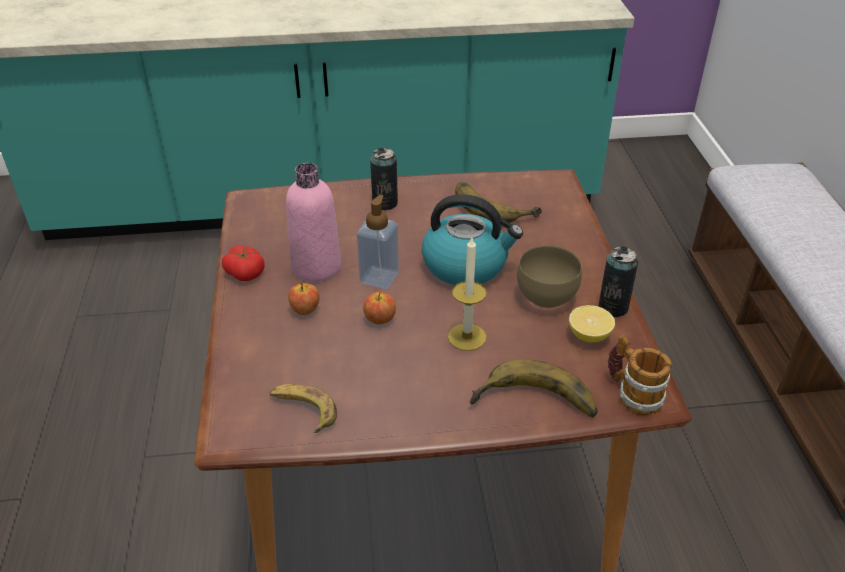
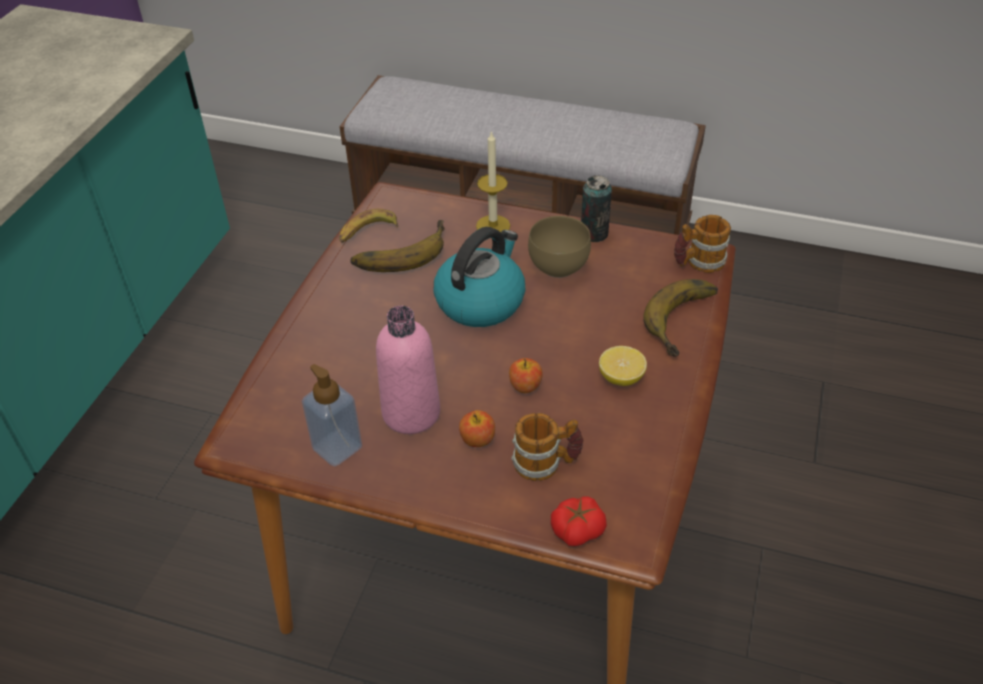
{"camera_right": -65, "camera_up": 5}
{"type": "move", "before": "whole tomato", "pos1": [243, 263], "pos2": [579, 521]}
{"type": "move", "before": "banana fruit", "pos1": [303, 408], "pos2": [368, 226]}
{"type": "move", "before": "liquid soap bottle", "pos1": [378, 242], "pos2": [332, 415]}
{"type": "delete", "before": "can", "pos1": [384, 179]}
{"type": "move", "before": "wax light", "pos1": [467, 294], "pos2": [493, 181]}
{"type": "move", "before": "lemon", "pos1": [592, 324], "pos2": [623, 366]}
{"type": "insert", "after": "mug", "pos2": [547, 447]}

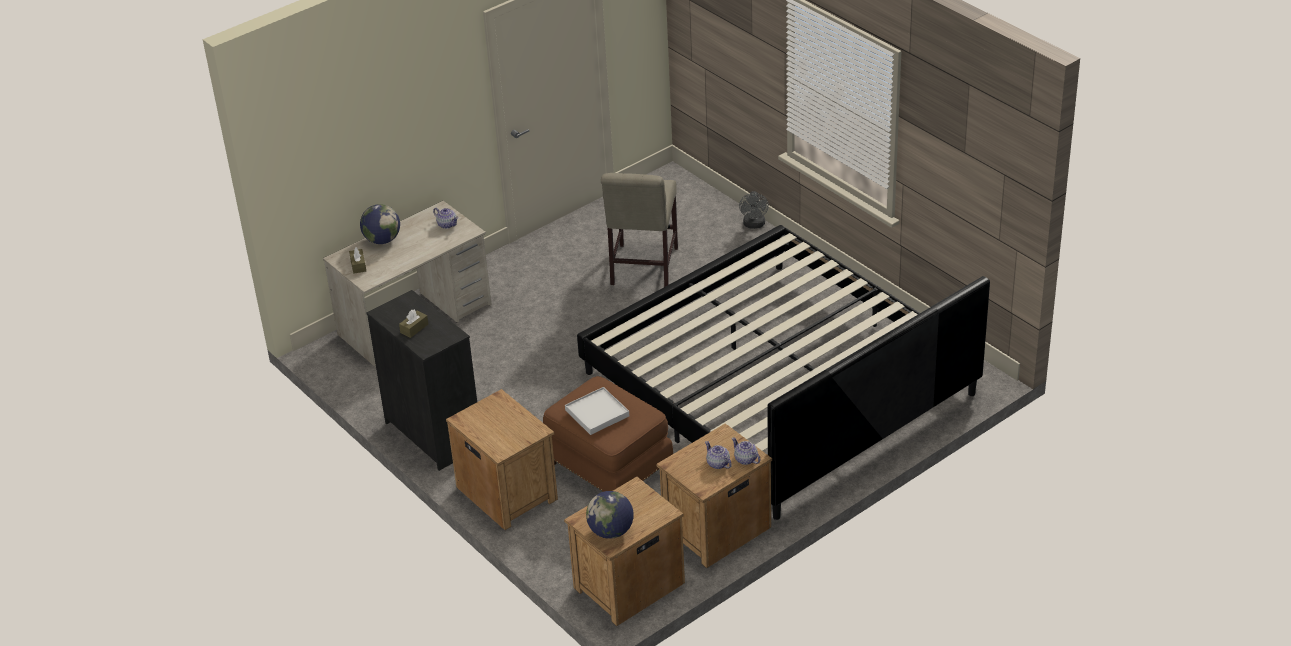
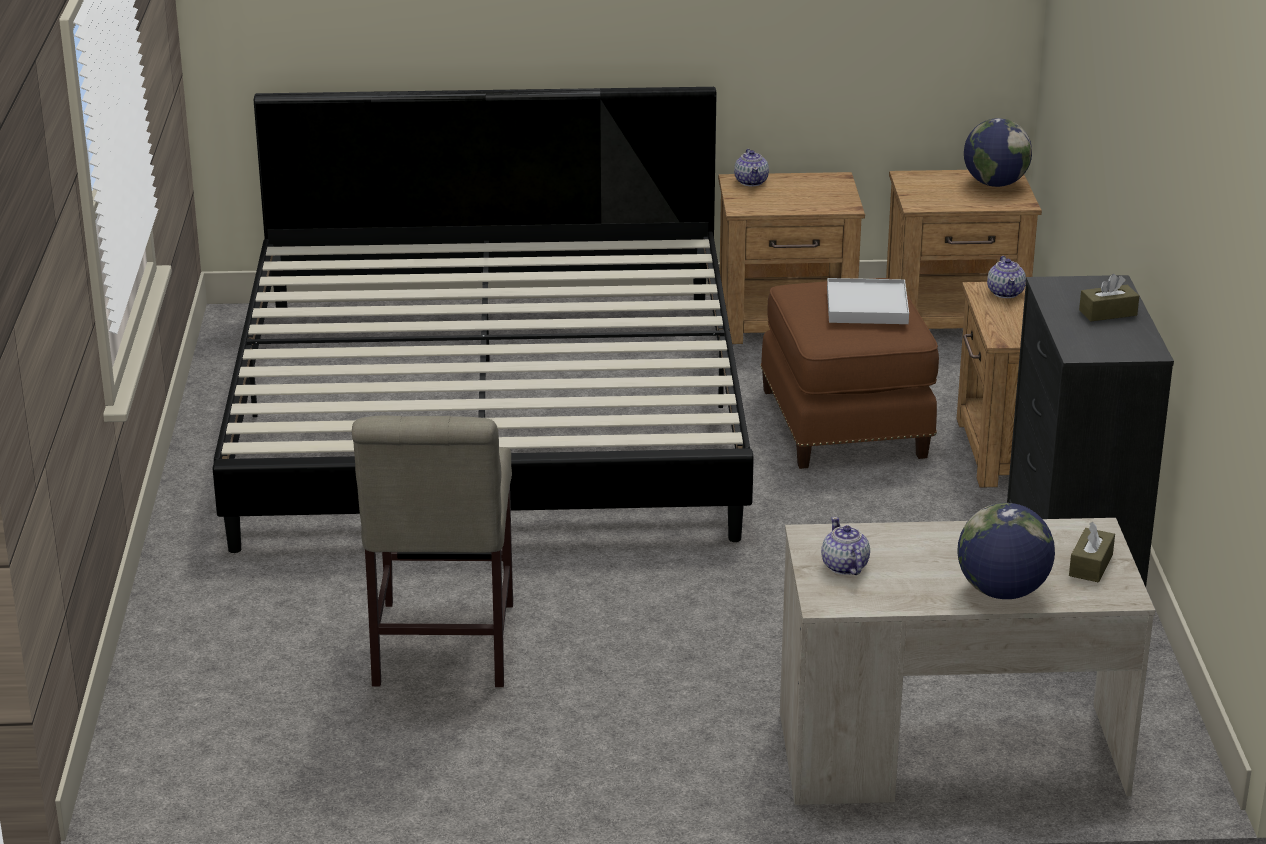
{"camera_right": -145, "camera_up": -10}
{"type": "rotate", "before": "plain chair (beige)", "pos1": [639, 230], "pos2": [432, 551], "turn": 135}
{"type": "move", "before": "teapot", "pos1": [718, 455], "pos2": [1006, 277]}
{"type": "delete", "before": "electric fan (gray)", "pos1": [754, 210]}

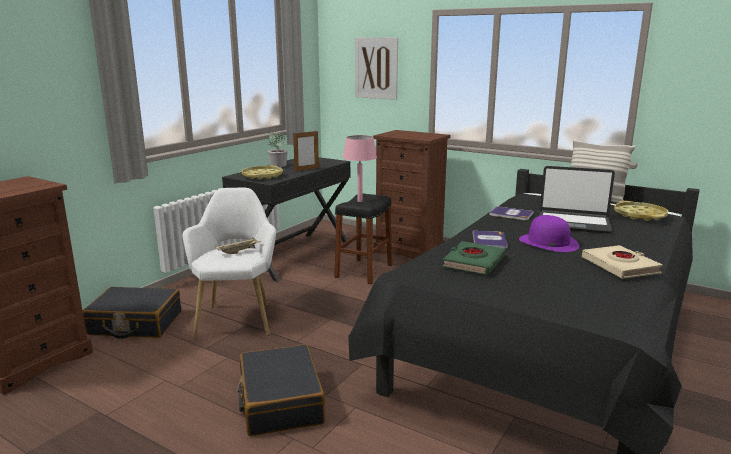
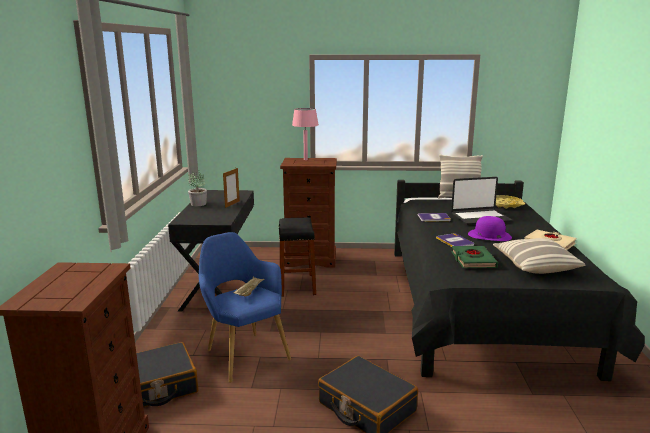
{"camera_right": -30, "camera_up": 0}
{"type": "recolor", "before": "armchair (whitish)", "after": "armchair (bluish)", "pos1": [229, 263], "pos2": [245, 307]}
{"type": "delete", "before": "carrying tray (yellowish)", "pos1": [262, 172]}
{"type": "move", "before": "table lamp (pinkish)", "pos1": [360, 168], "pos2": [305, 134]}
{"type": "delete", "before": "wall art", "pos1": [376, 68]}
{"type": "insert", "after": "throw pillow", "pos2": [539, 256]}

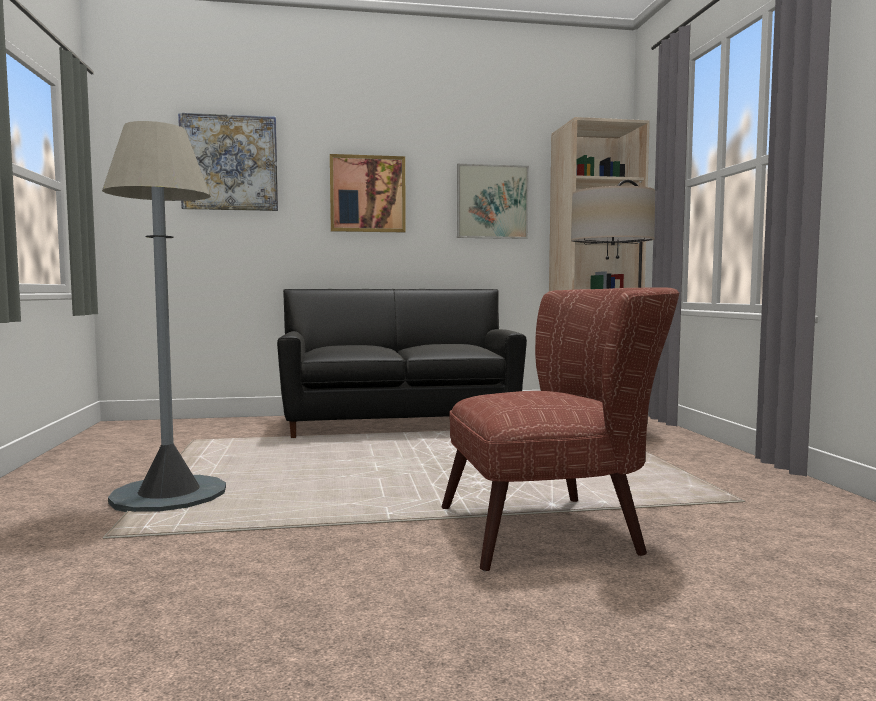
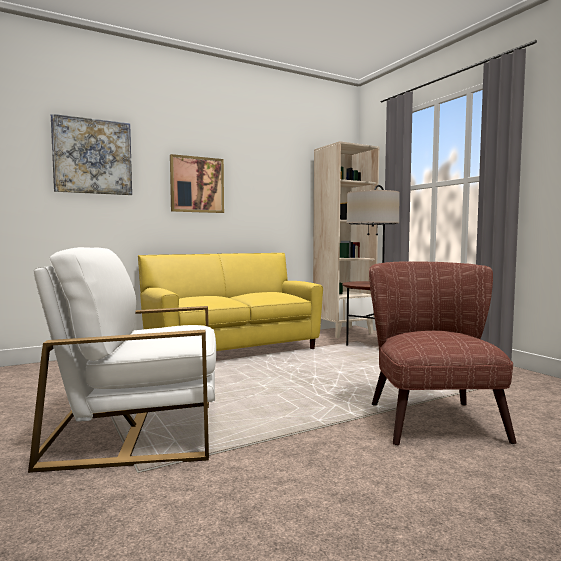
{"camera_right": -20, "camera_up": 0}
{"type": "replace", "before": "standing lamp (gray)", "after": "armchair (whitish)", "pos1": [164, 316], "pos2": [122, 360]}
{"type": "recolor", "before": "couch (black)", "after": "couch (yellowish)", "pos1": [402, 363], "pos2": [230, 302]}
{"type": "rotate", "before": "armchair (brownish)", "pos1": [561, 429], "pos2": [442, 353], "turn": -60}
{"type": "delete", "before": "wall art", "pos1": [493, 201]}

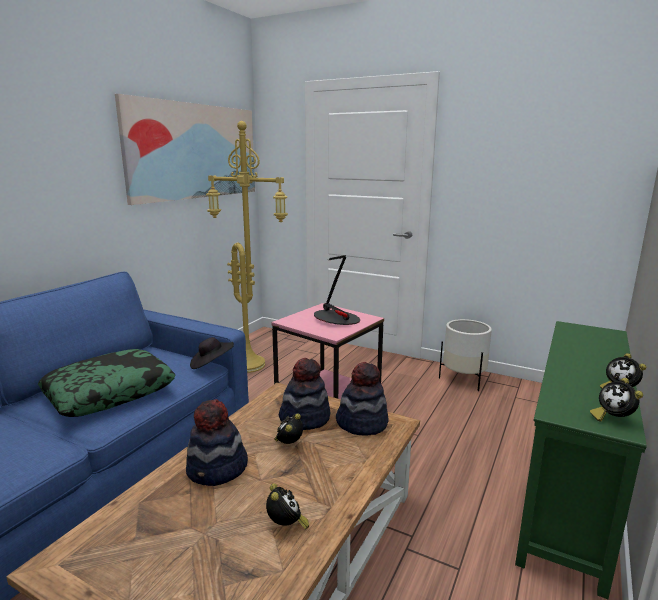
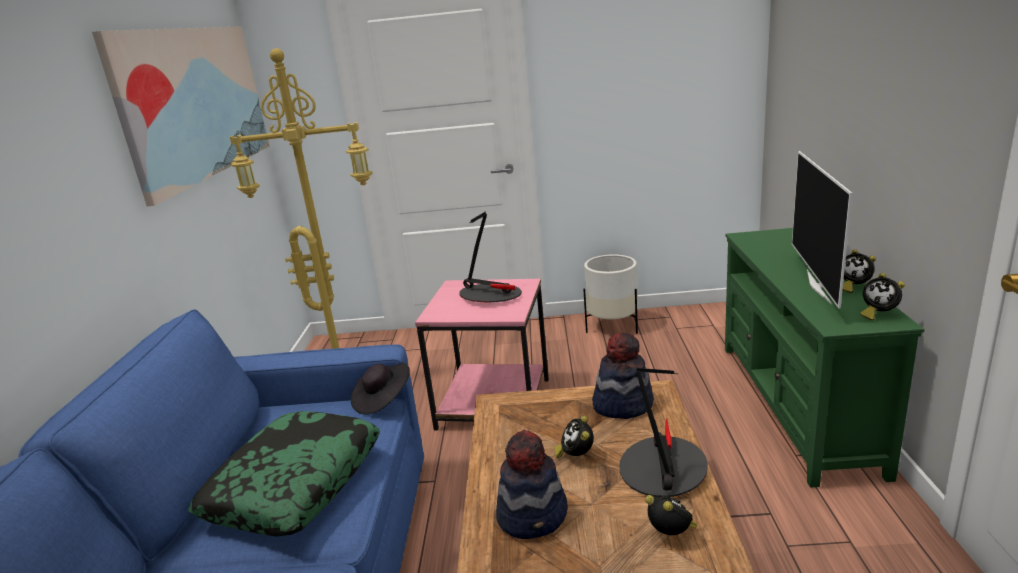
{"camera_right": -25, "camera_up": 5}
{"type": "delete", "before": "clothing hat", "pos1": [304, 394]}
{"type": "insert", "after": "table lamp", "pos2": [663, 432]}
{"type": "insert", "after": "television", "pos2": [822, 229]}

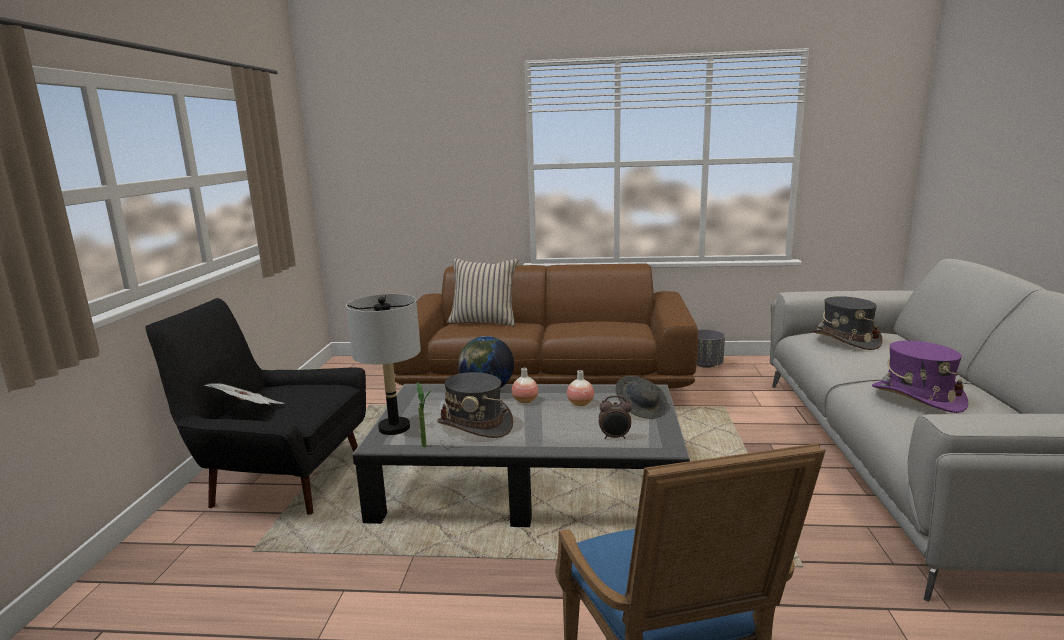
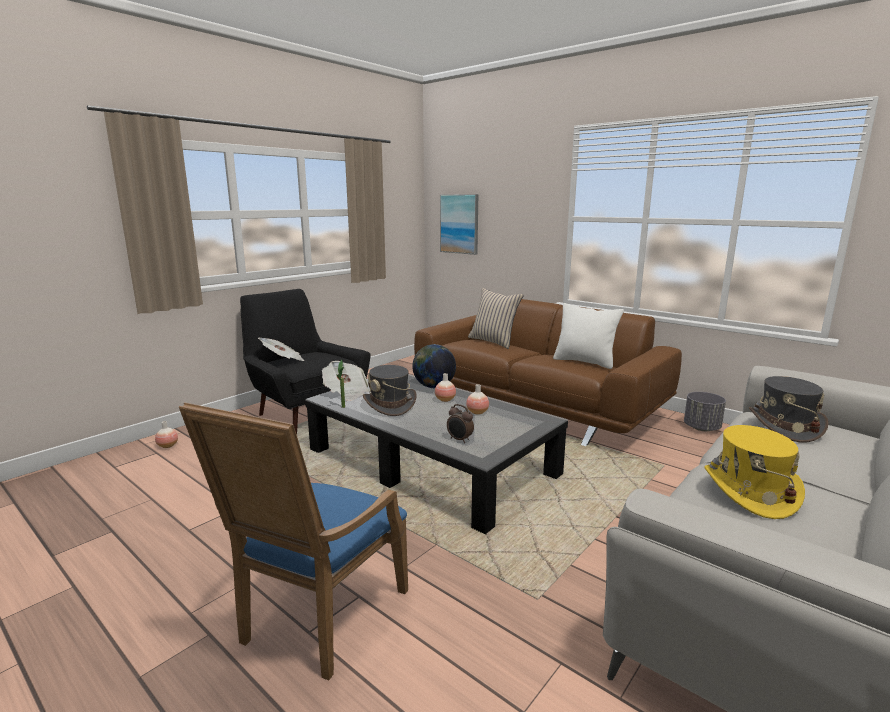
{"camera_right": 35, "camera_up": 0}
{"type": "replace", "before": "table lamp (gray)", "after": "printed paper", "pos1": [383, 364], "pos2": [346, 381]}
{"type": "delete", "before": "clothing hat (gray)", "pos1": [642, 397]}
{"type": "recolor", "before": "clothing hat (purplish)", "after": "clothing hat (yellowish)", "pos1": [920, 377], "pos2": [754, 472]}
{"type": "insert", "after": "flower vase", "pos2": [166, 434]}
{"type": "insert", "after": "wall art", "pos2": [459, 224]}
{"type": "insert", "after": "throw pillow (whitish)", "pos2": [588, 336]}

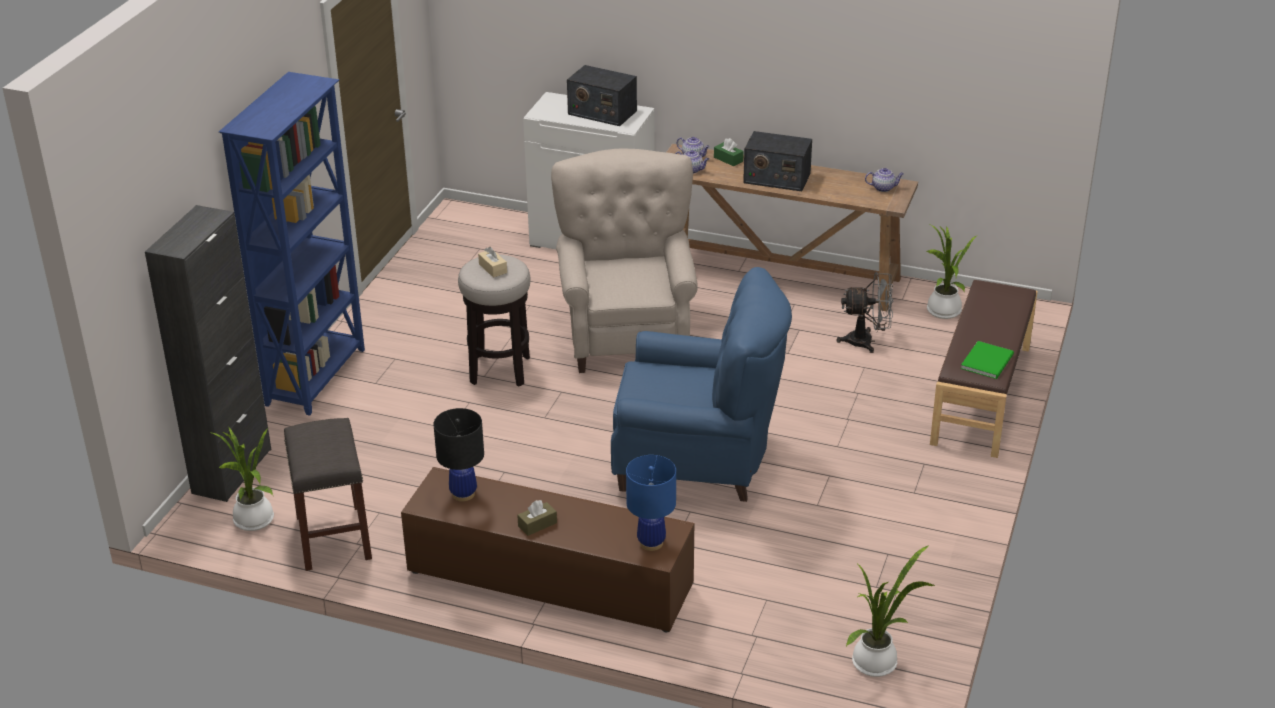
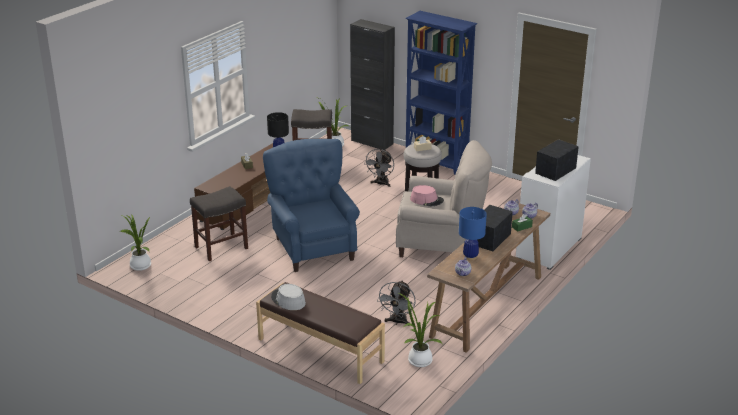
{"camera_right": 105, "camera_up": -5}
{"type": "rotate", "before": "armchair (bluish)", "pos1": [701, 384], "pos2": [311, 205], "turn": 135}
{"type": "move", "before": "table lamp (bluish)", "pos1": [651, 503], "pos2": [473, 233]}
{"type": "replace", "before": "bound book (greenish)", "after": "clothing hat (gray)", "pos1": [987, 360], "pos2": [288, 297]}
{"type": "insert", "after": "stool seat (gray)", "pos2": [219, 223]}
{"type": "insert", "after": "electric fan (gray)", "pos2": [379, 168]}
{"type": "insert", "after": "clothing hat (pinkish)", "pos2": [427, 195]}

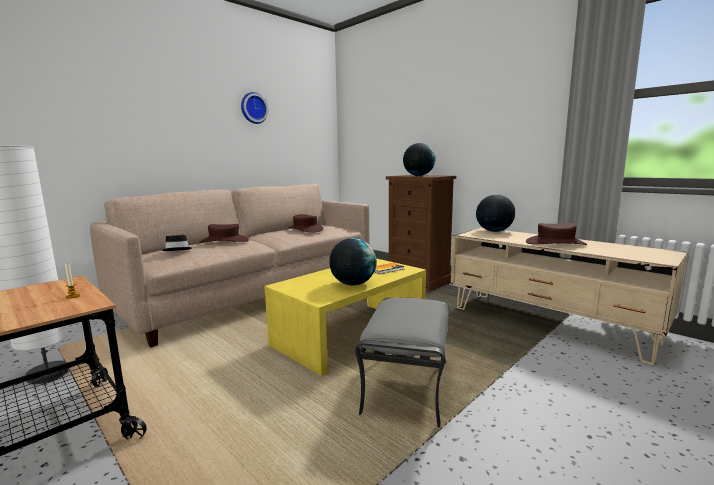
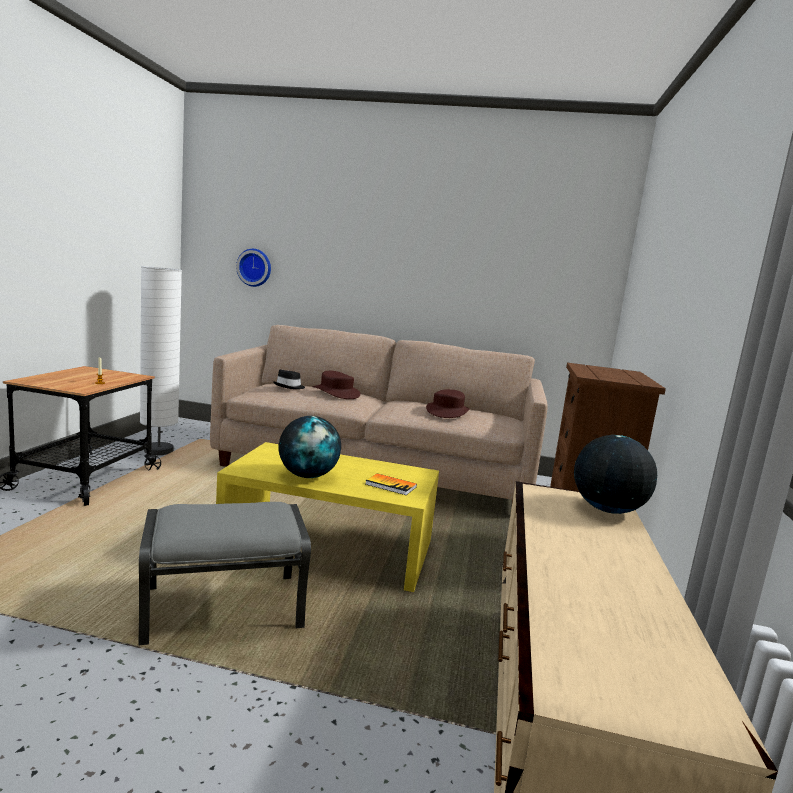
{"camera_right": 55, "camera_up": 0}
{"type": "move", "before": "clock on the wall", "pos1": [254, 108], "pos2": [253, 268]}
{"type": "delete", "before": "world globe", "pos1": [419, 159]}
{"type": "delete", "before": "clothing hat (brownish)", "pos1": [556, 234]}

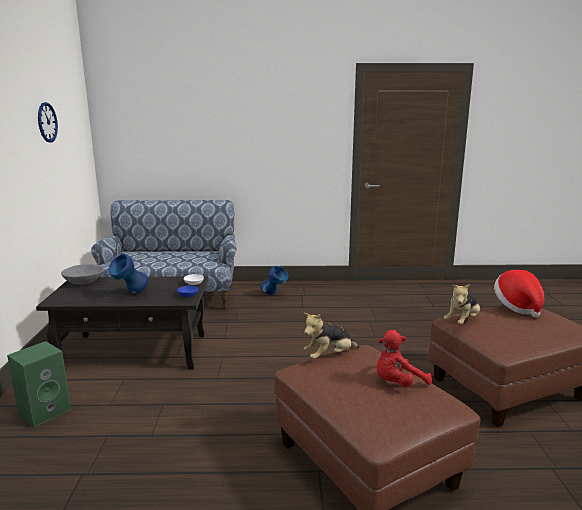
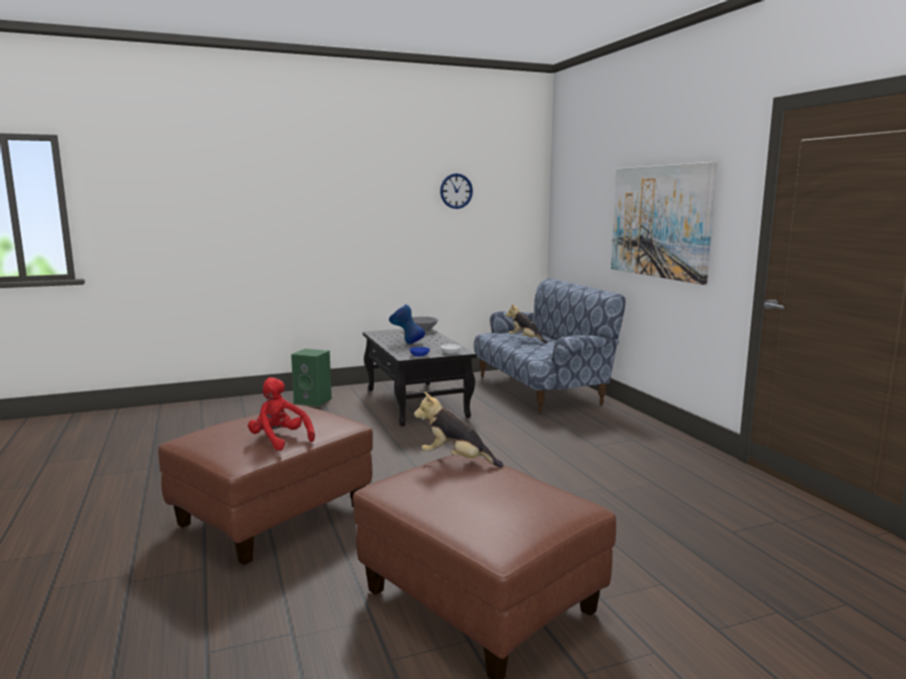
{"camera_right": 70, "camera_up": -5}
{"type": "delete", "before": "flower vase (bluish)", "pos1": [274, 280]}
{"type": "move", "before": "plush toy", "pos1": [332, 336], "pos2": [527, 324]}
{"type": "delete", "before": "clothing hat", "pos1": [519, 293]}
{"type": "insert", "after": "wall art", "pos2": [664, 223]}

